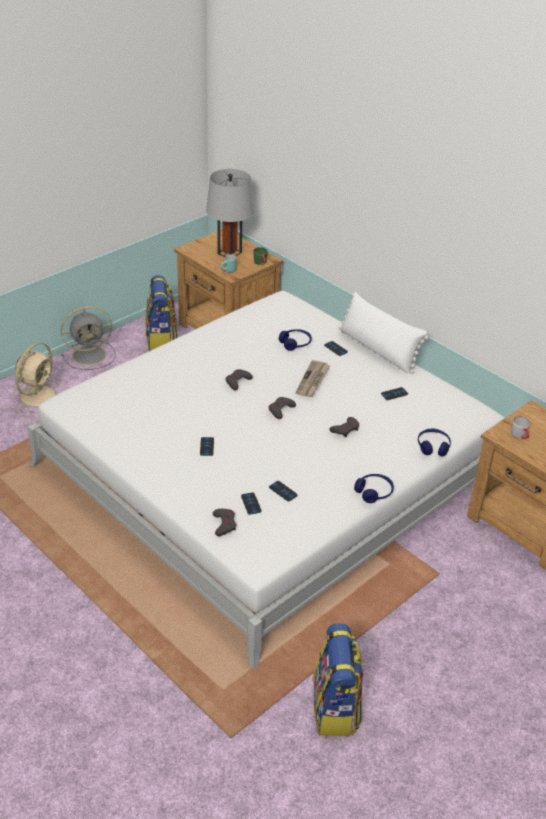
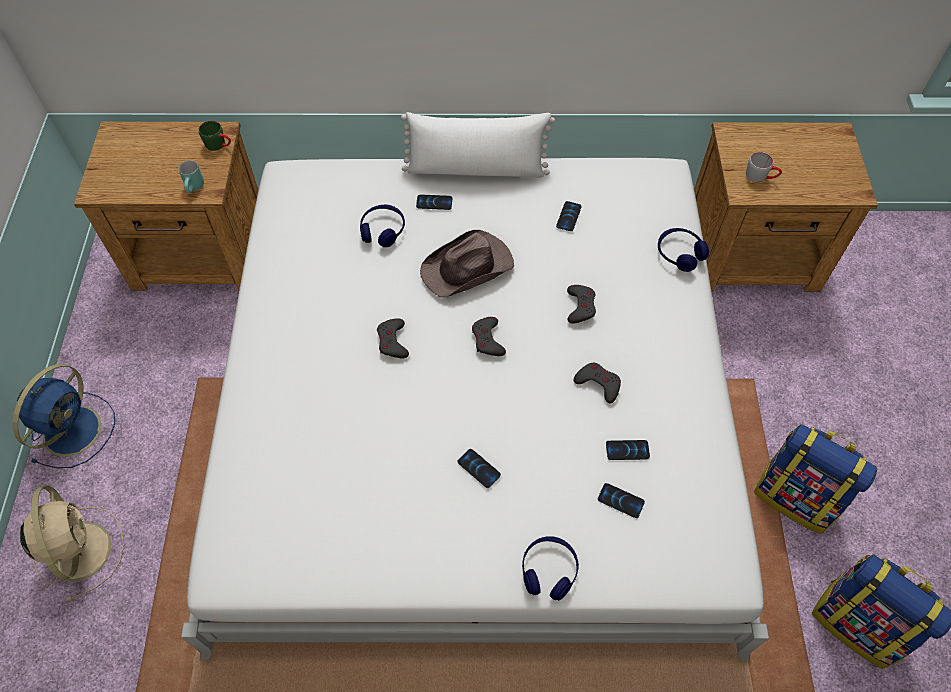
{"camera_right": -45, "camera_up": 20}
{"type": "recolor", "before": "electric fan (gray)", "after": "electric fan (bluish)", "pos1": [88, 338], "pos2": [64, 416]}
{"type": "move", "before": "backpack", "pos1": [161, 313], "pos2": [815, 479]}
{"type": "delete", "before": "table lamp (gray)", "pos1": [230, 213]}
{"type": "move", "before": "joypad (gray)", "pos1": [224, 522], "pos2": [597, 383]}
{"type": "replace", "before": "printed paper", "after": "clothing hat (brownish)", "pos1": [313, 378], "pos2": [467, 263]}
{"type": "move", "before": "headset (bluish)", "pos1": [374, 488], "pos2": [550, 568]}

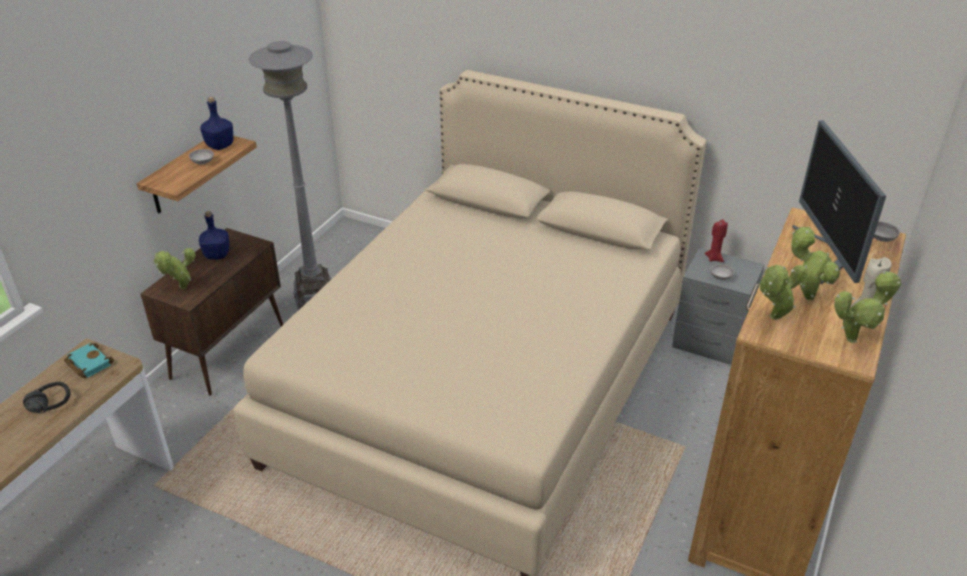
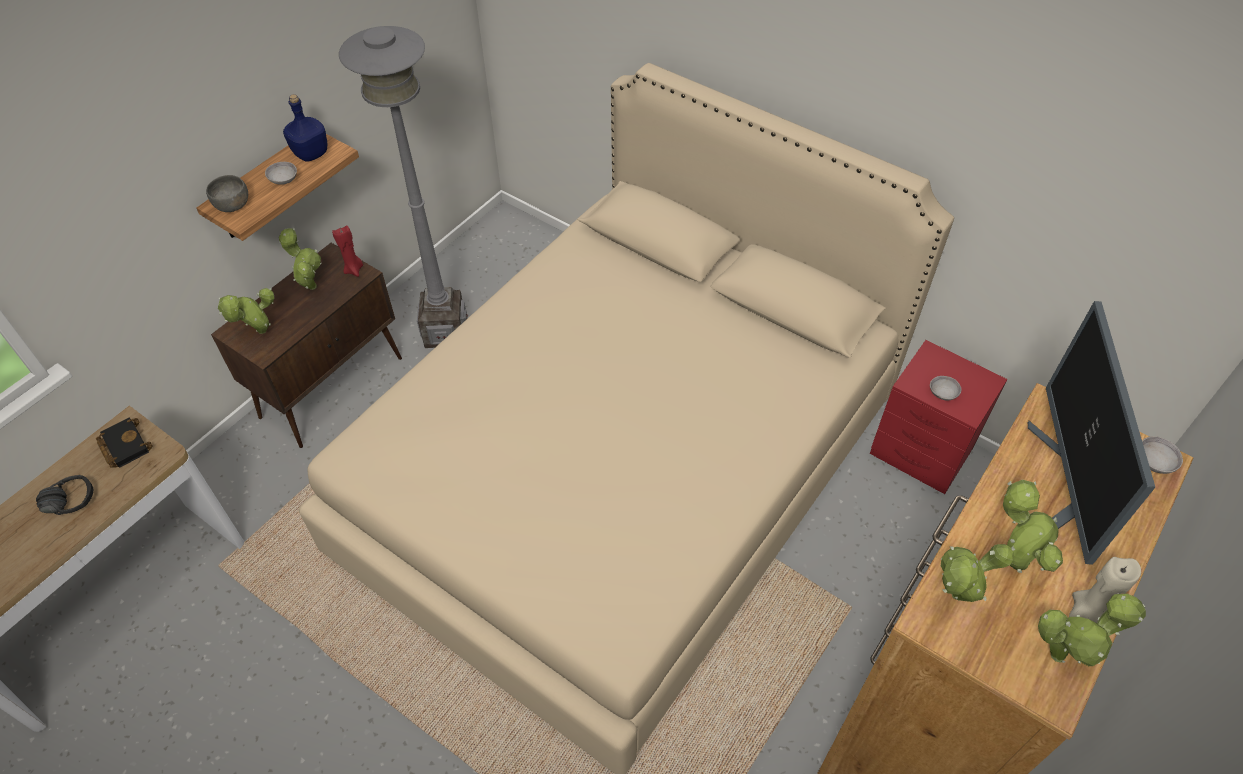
{"camera_right": 10, "camera_up": 15}
{"type": "recolor", "before": "bound book (turquoise)", "after": "bound book (black)", "pos1": [89, 360], "pos2": [124, 442]}
{"type": "replace", "before": "bottle (bluish)", "after": "houseplant", "pos1": [214, 235], "pos2": [300, 259]}
{"type": "recolor", "before": "night table (gray)", "after": "night table (reddish)", "pos1": [718, 306], "pos2": [938, 417]}
{"type": "move", "before": "wax light (reddish)", "pos1": [716, 240], "pos2": [347, 251]}
{"type": "insert", "after": "deep dish (gray)", "pos2": [227, 193]}

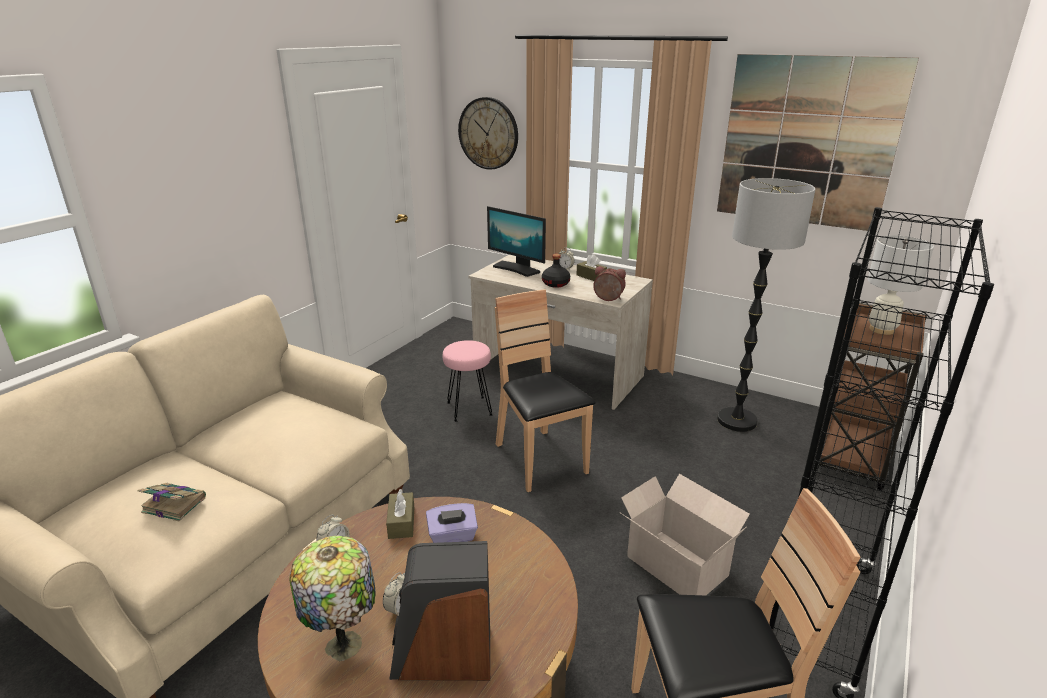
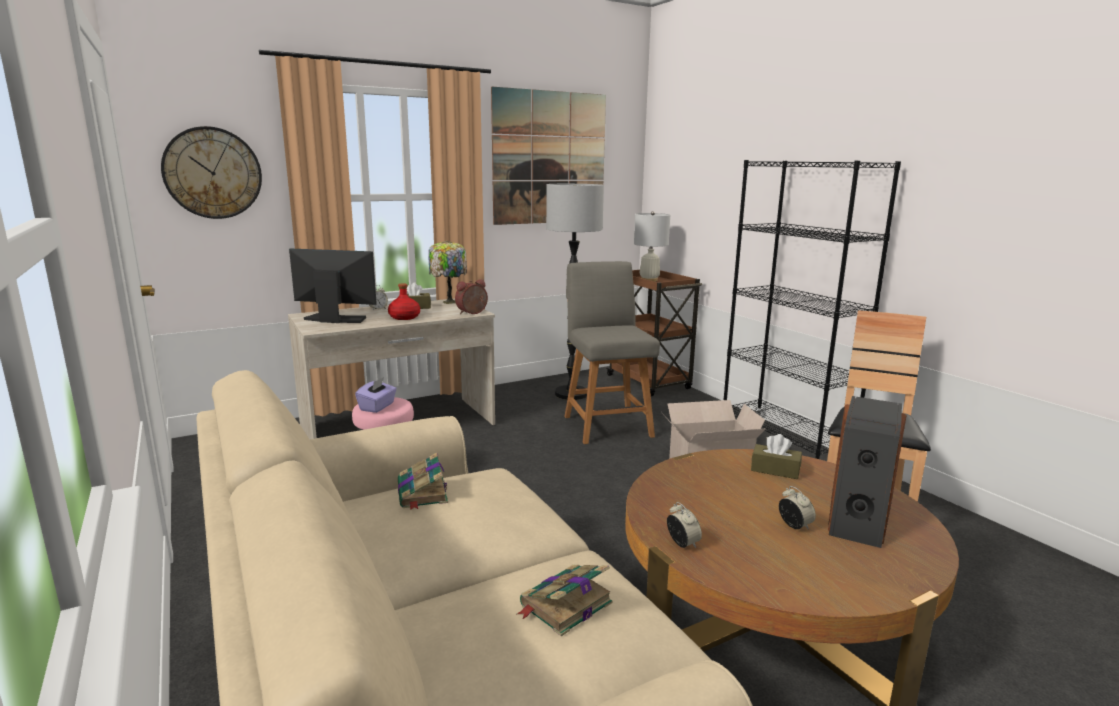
{"camera_right": -60, "camera_up": -10}
{"type": "move", "before": "table lamp", "pos1": [333, 599], "pos2": [447, 272]}
{"type": "move", "before": "tissue holder (brownish)", "pos1": [400, 514], "pos2": [776, 456]}
{"type": "move", "before": "tissue holder (purplish)", "pos1": [452, 523], "pos2": [376, 395]}
{"type": "rotate", "before": "computer screen", "pos1": [516, 241], "pos2": [333, 286], "turn": -150}
{"type": "delete", "before": "plain chair (brownish)", "pos1": [545, 390]}
{"type": "recolor", "before": "bottle (black)", "after": "bottle (reddish)", "pos1": [556, 271], "pos2": [404, 301]}
{"type": "insert", "after": "bound book", "pos2": [423, 481]}
{"type": "insert", "after": "plain chair (gray)", "pos2": [612, 352]}

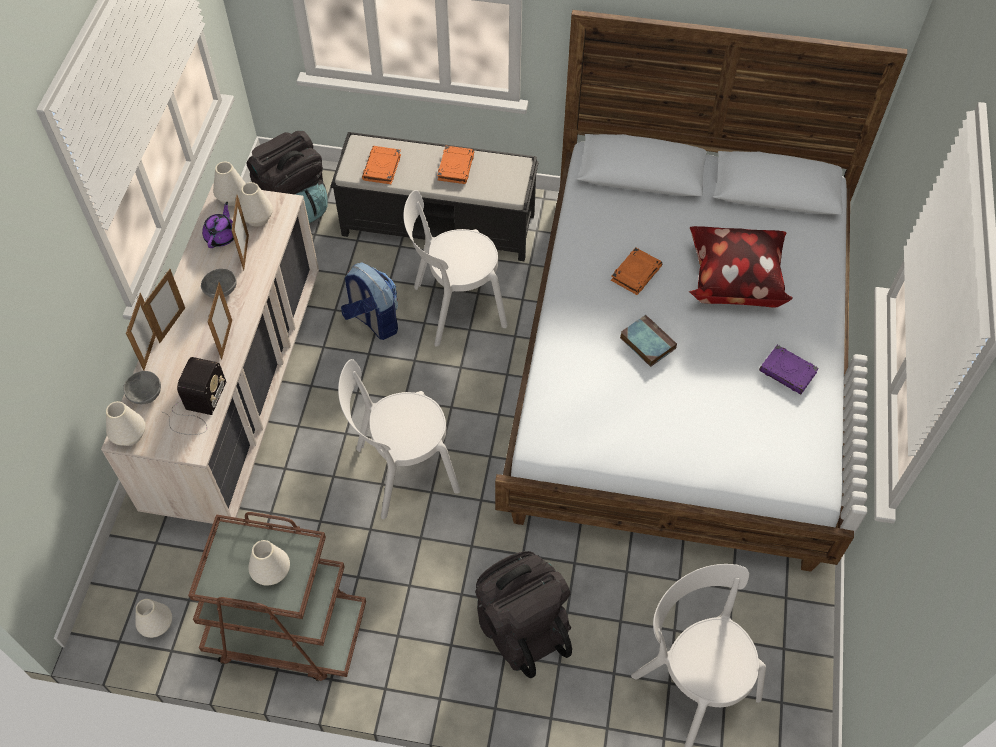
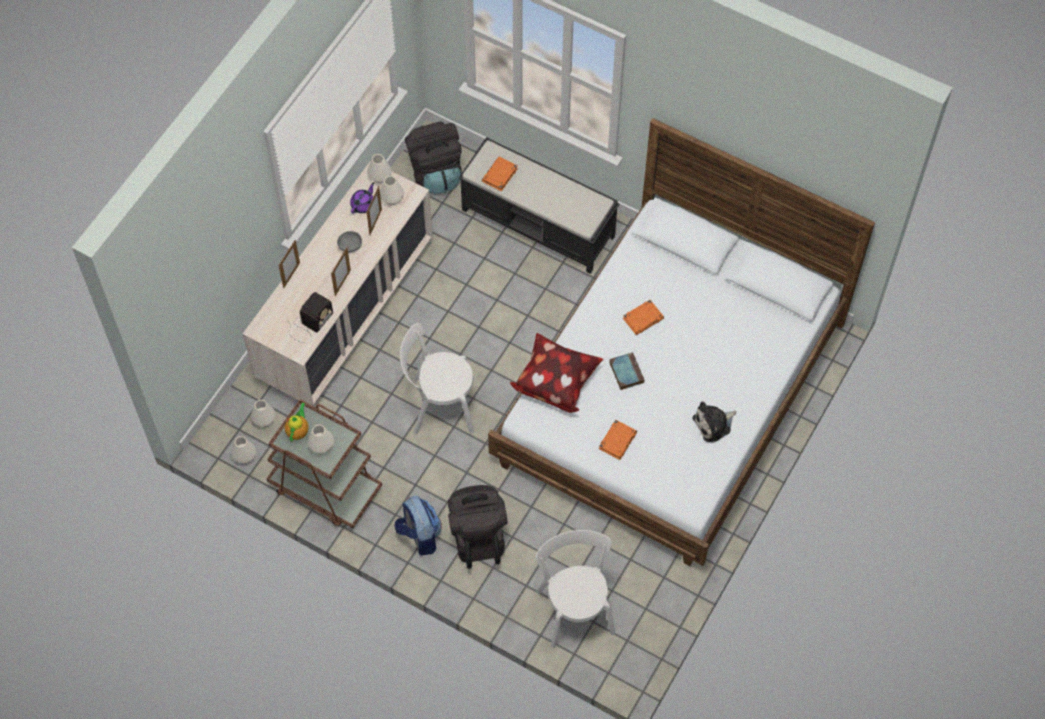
{"camera_right": 20, "camera_up": 5}
{"type": "move", "before": "flower vase (whitish)", "pos1": [125, 423], "pos2": [263, 413]}
{"type": "delete", "before": "deep dish (gray)", "pos1": [142, 387]}
{"type": "delete", "before": "photo frame", "pos1": [164, 306]}
{"type": "move", "before": "backpack", "pos1": [369, 301], "pos2": [418, 526]}
{"type": "delete", "before": "plain chair (whitish)", "pos1": [455, 268]}
{"type": "move", "before": "bound book (orange-coloured)", "pos1": [455, 165], "pos2": [618, 440]}
{"type": "move", "before": "throw pillow", "pos1": [740, 266], "pos2": [556, 373]}
{"type": "replace", "before": "bound book (purplish)", "after": "plush toy", "pos1": [789, 369], "pos2": [714, 421]}
{"type": "insert", "after": "teapot", "pos2": [297, 422]}

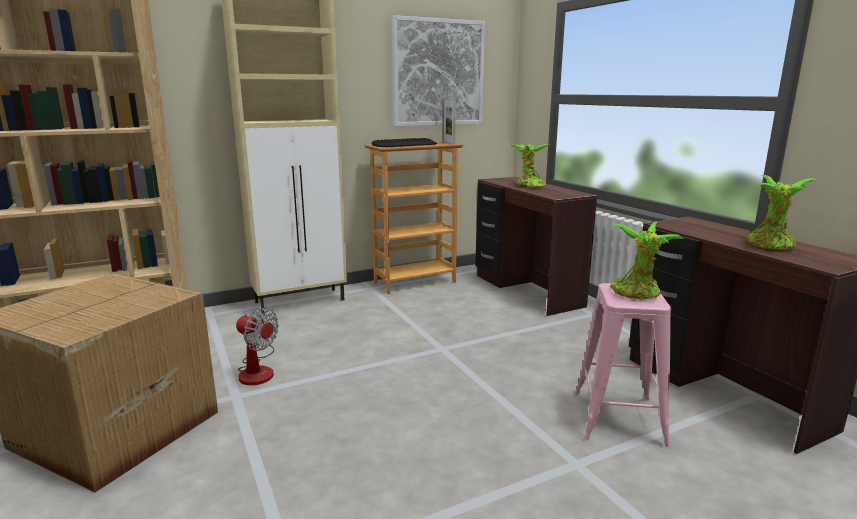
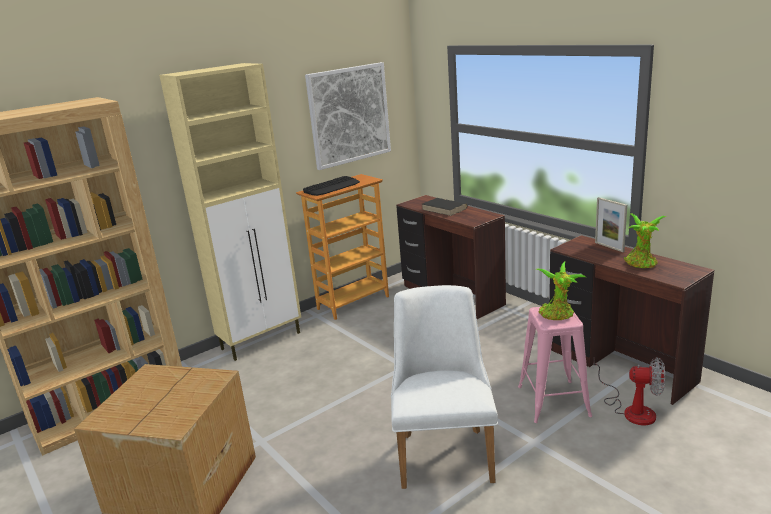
{"camera_right": -10, "camera_up": 5}
{"type": "move", "before": "electric fan", "pos1": [257, 346], "pos2": [629, 391]}
{"type": "move", "before": "photo frame", "pos1": [449, 121], "pos2": [611, 224]}
{"type": "replace", "before": "houseplant", "after": "bound book (black)", "pos1": [530, 165], "pos2": [444, 207]}
{"type": "insert", "after": "plain chair (whitish)", "pos2": [444, 387]}

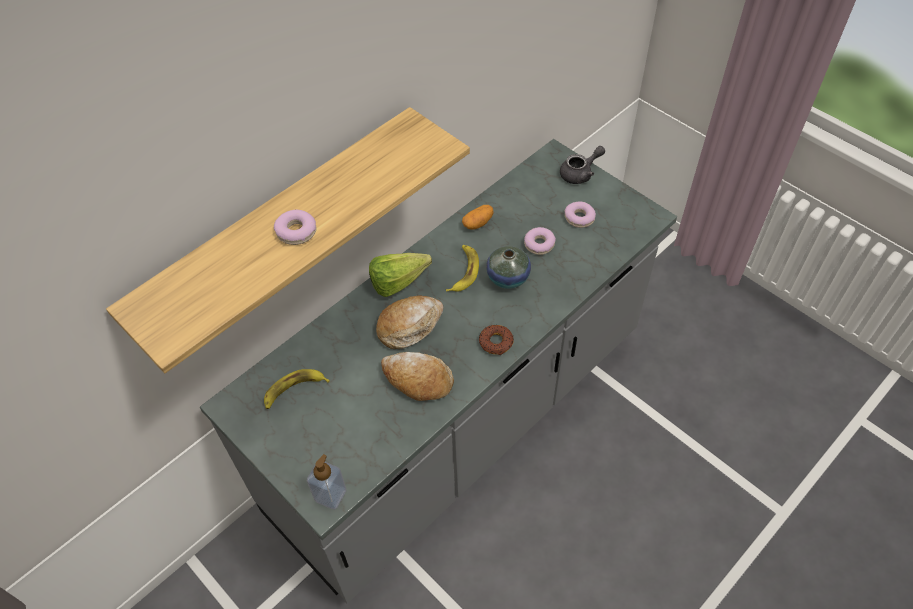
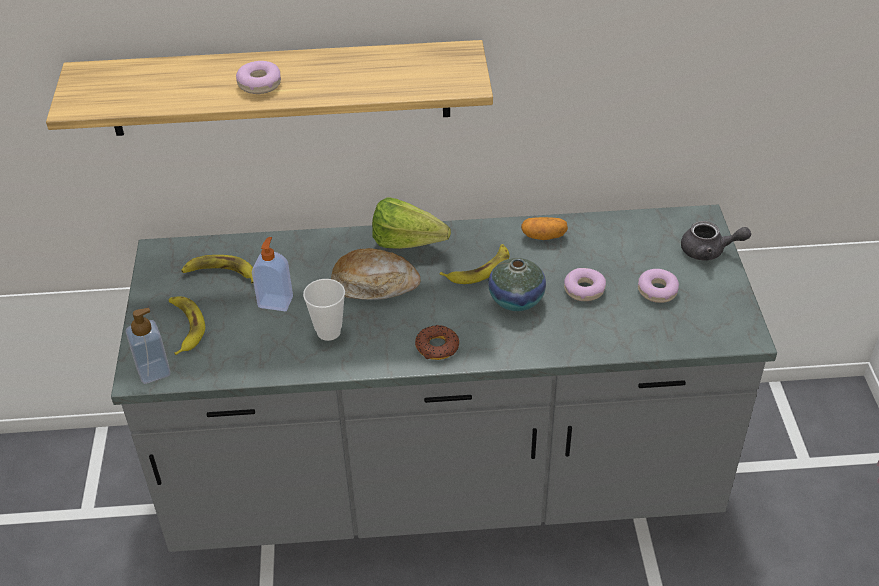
{"camera_right": 40, "camera_up": -10}
{"type": "replace", "before": "bakery bread", "after": "small cup", "pos1": [417, 376], "pos2": [324, 310]}
{"type": "insert", "after": "banana fruit", "pos2": [187, 326]}
{"type": "insert", "after": "liquid soap bottle", "pos2": [272, 274]}

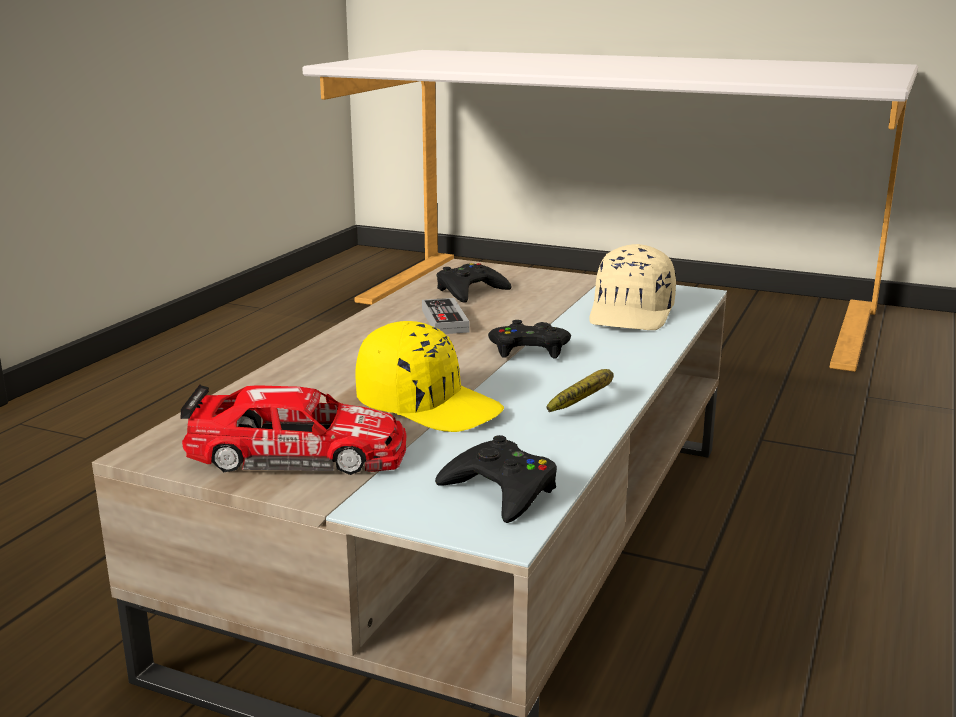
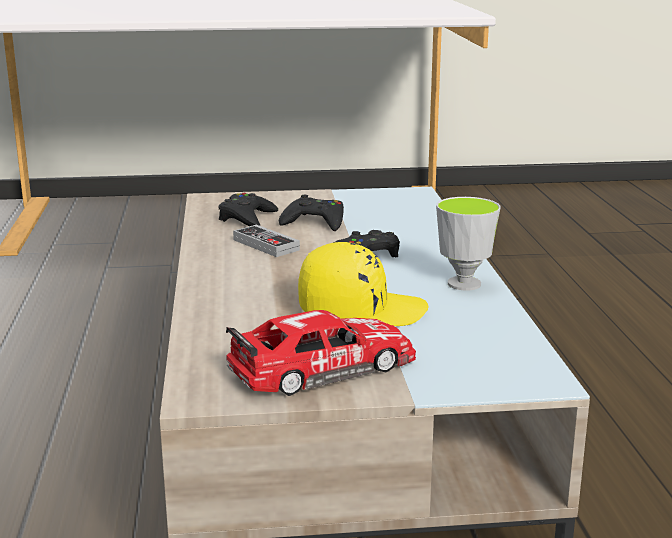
{"camera_right": -30, "camera_up": 0}
{"type": "move", "before": "joypad (black)", "pos1": [496, 479], "pos2": [311, 213]}
{"type": "replace", "before": "banana fruit", "after": "small cup", "pos1": [580, 390], "pos2": [468, 244]}
{"type": "delete", "before": "peaked cap (beige)", "pos1": [632, 287]}

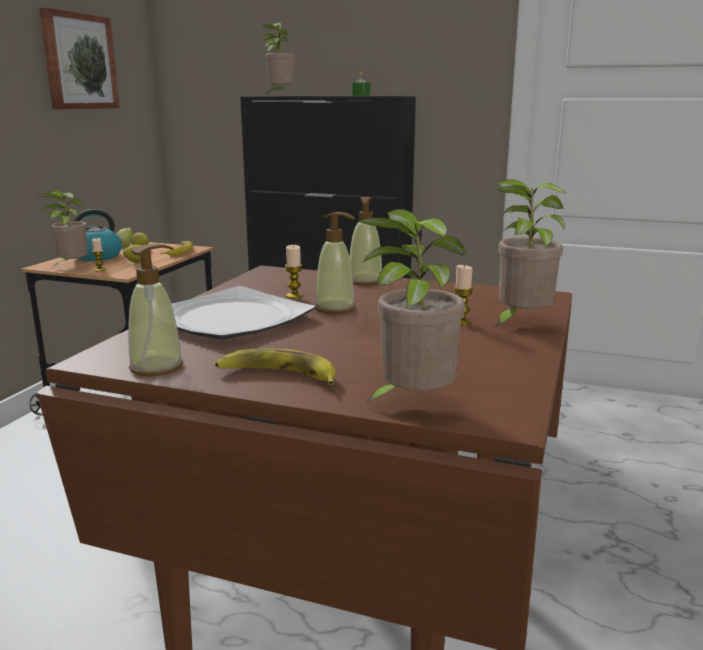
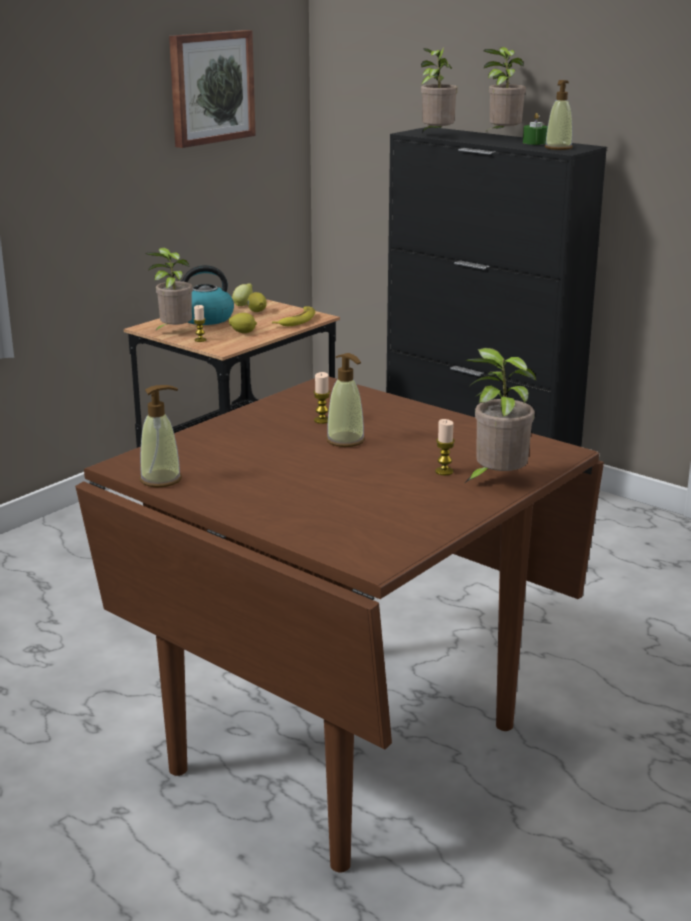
{"camera_right": 20, "camera_up": 5}
{"type": "delete", "before": "plate", "pos1": [243, 312]}
{"type": "delete", "before": "banana fruit", "pos1": [275, 366]}
{"type": "move", "before": "liquid soap bottle", "pos1": [365, 241], "pos2": [559, 115]}
{"type": "move", "before": "houseplant", "pos1": [412, 306], "pos2": [504, 90]}

